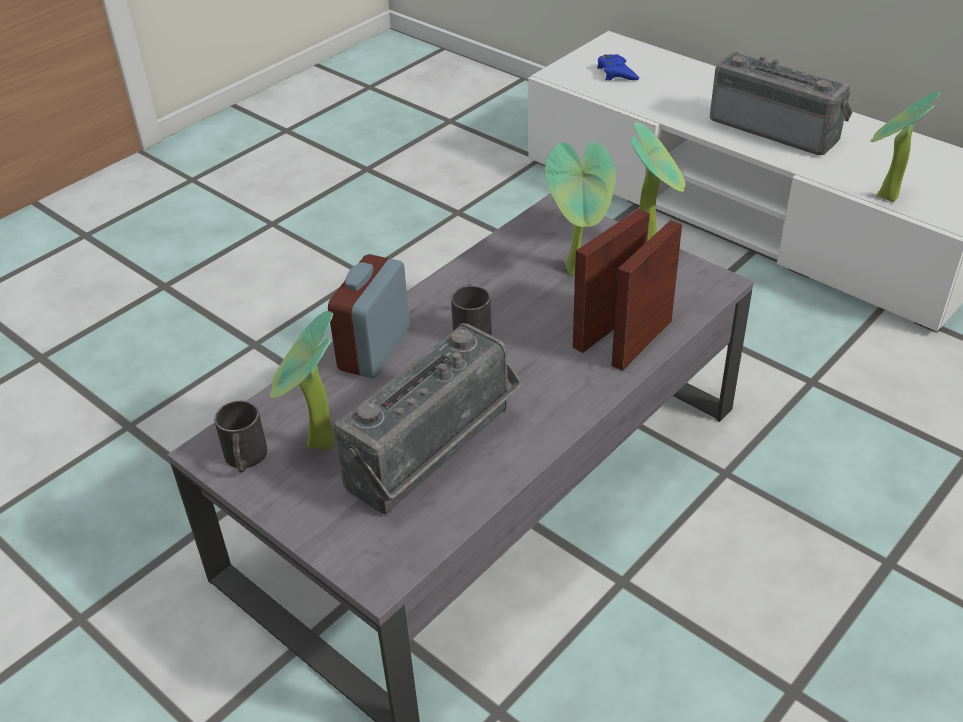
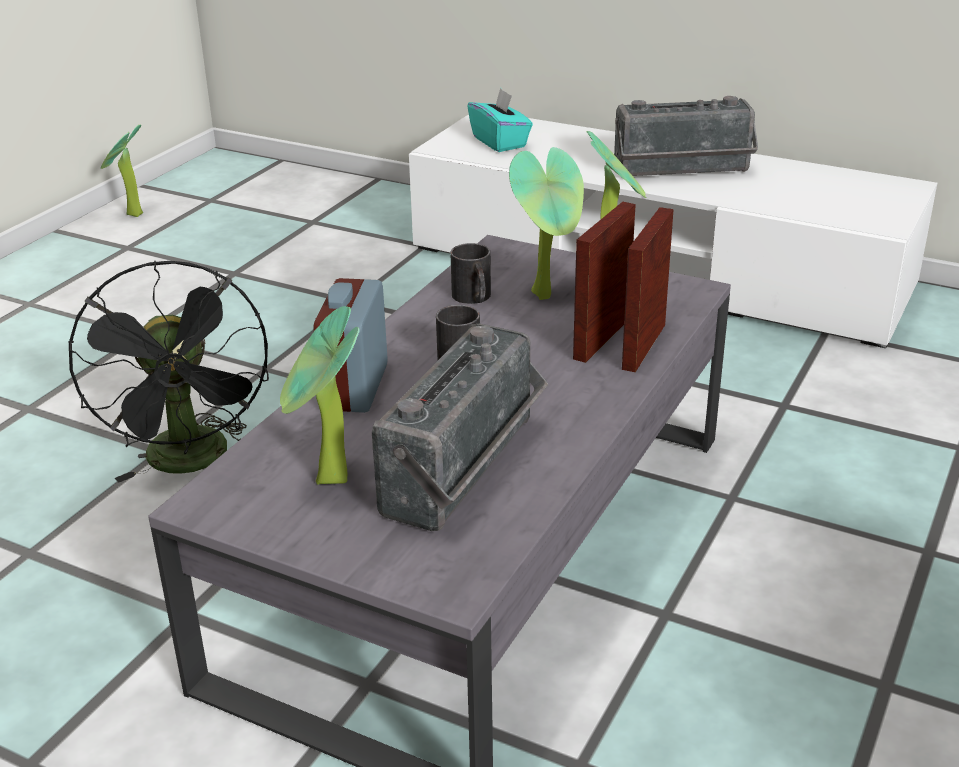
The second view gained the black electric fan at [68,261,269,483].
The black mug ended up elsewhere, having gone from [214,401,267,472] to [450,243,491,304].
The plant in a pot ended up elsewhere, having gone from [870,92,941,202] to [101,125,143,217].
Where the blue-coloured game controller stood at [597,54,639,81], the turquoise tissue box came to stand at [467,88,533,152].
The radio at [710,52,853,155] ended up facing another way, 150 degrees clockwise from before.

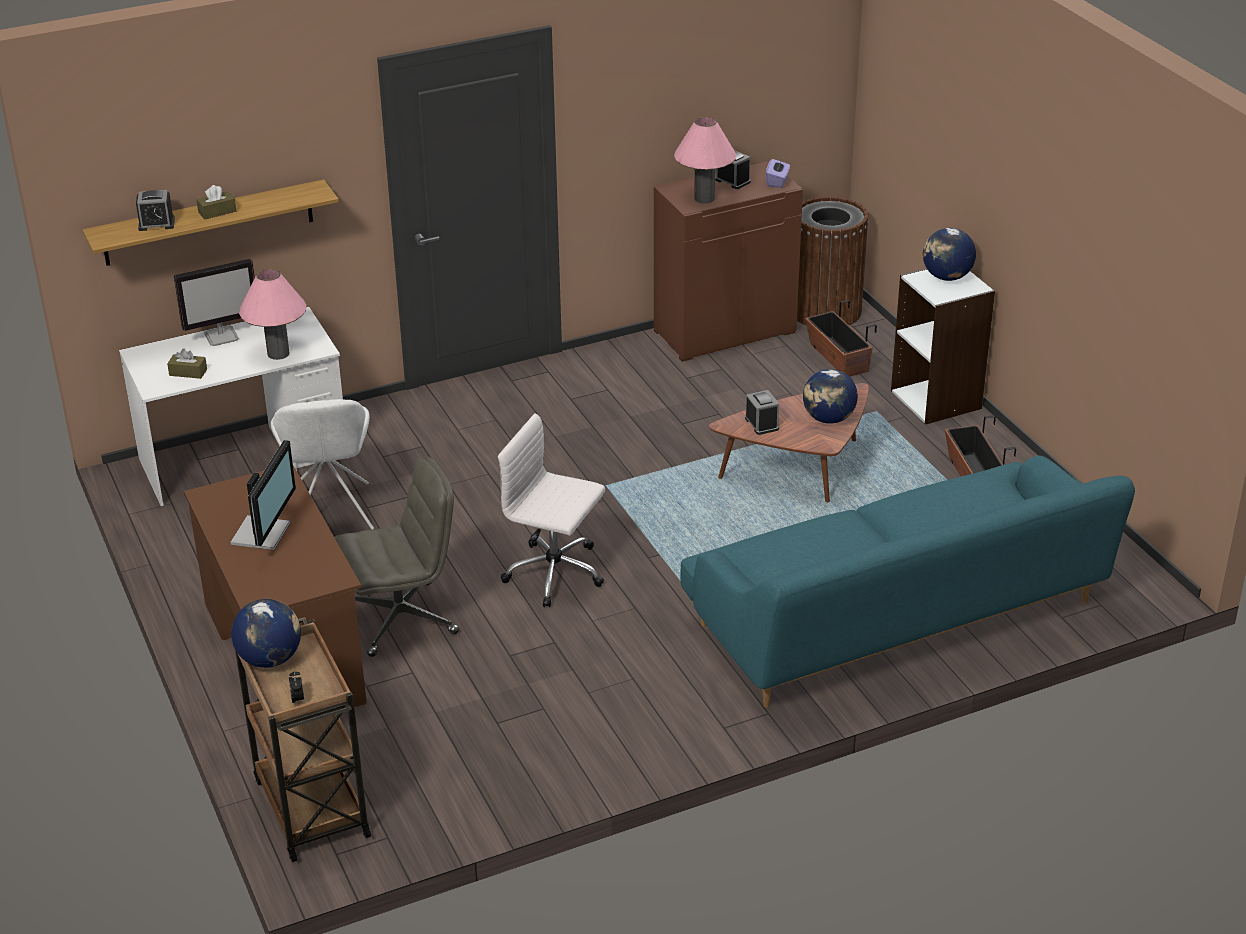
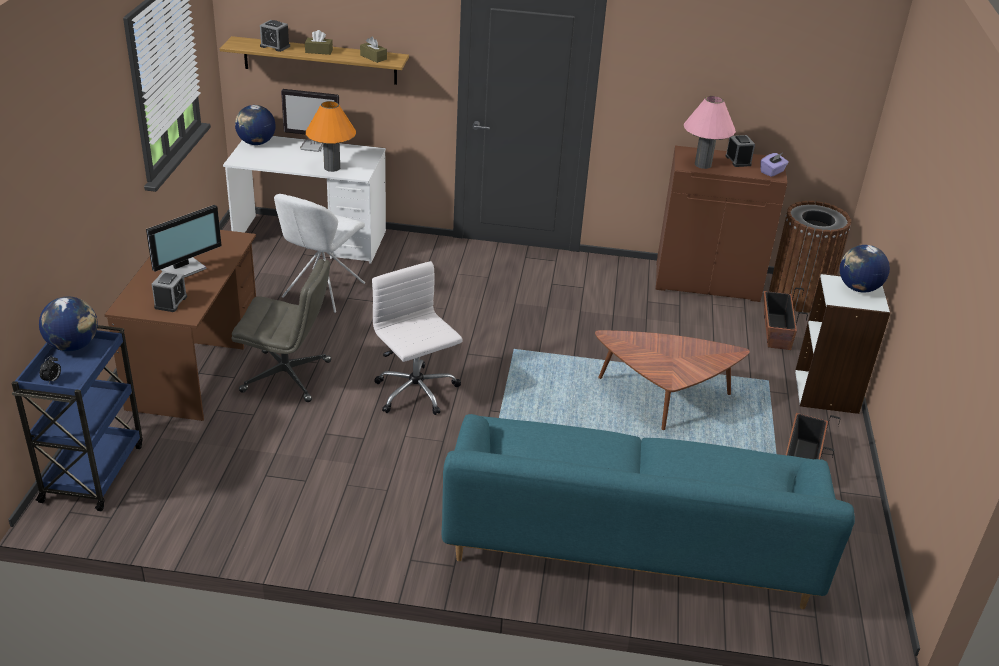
The brown tissue box ended up elsewhere, having gone from [167,349,207,379] to [360,37,387,63].
The alarm clock ended up elsewhere, having gone from [745,390,779,435] to [152,271,187,312].
The desk globe ended up elsewhere, having gone from [803,369,858,424] to [235,105,276,145].
What was the brown cart at [235,617,371,862] turned into the blue-coloured cart at [11,325,143,511].
What was the pink lamp for a table at [239,269,306,360] turned into the orange-coloured lamp for a table at [306,101,356,172].

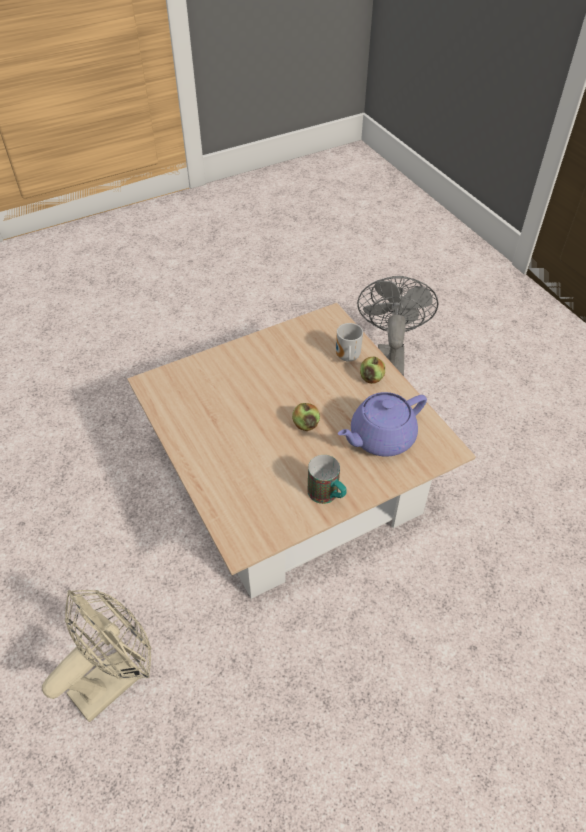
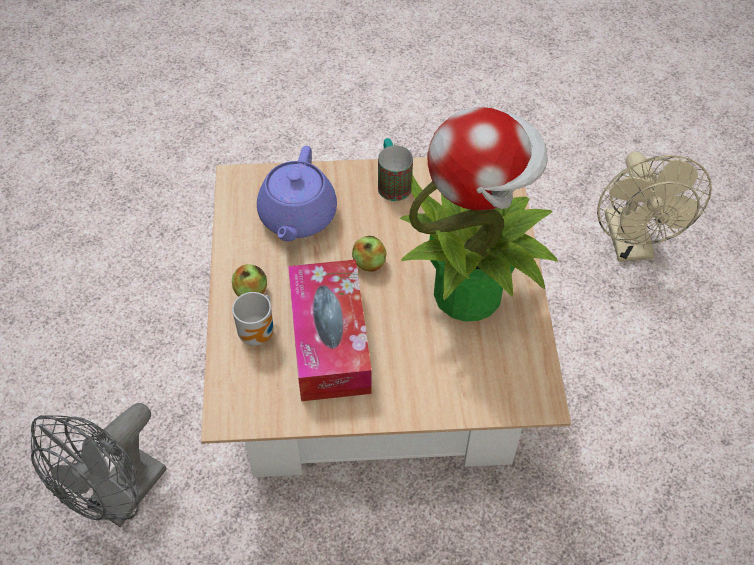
The second view gained the tissue box at [288,259,372,401].
The second view gained the plant in a pot at [400,107,558,322].
The beige-coloured electric fan at [42,590,151,722] ended up facing another way, 75 degrees counterclockwise from before.
The purple pot for tea at [338,392,427,456] ended up facing another way, 105 degrees clockwise from before.

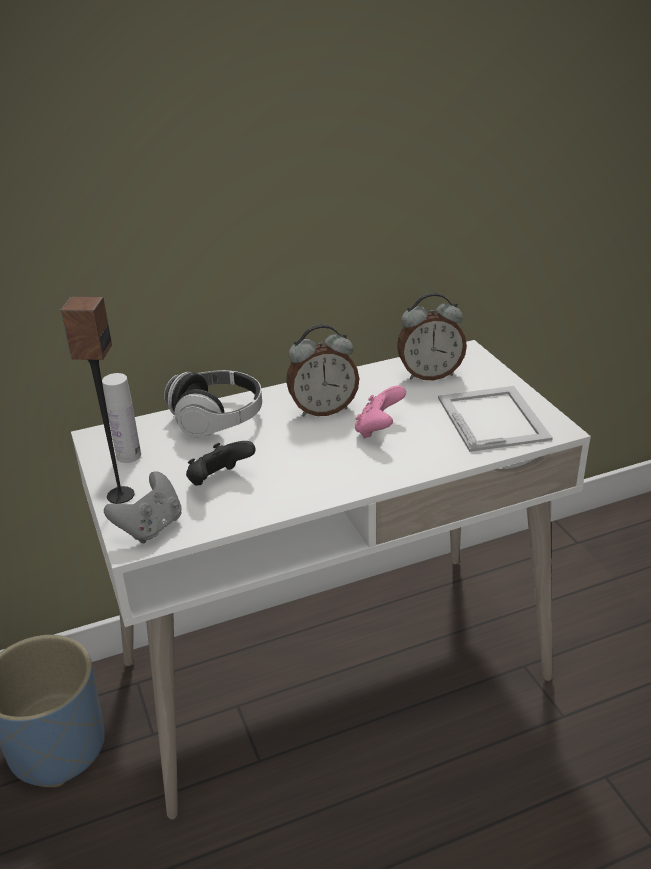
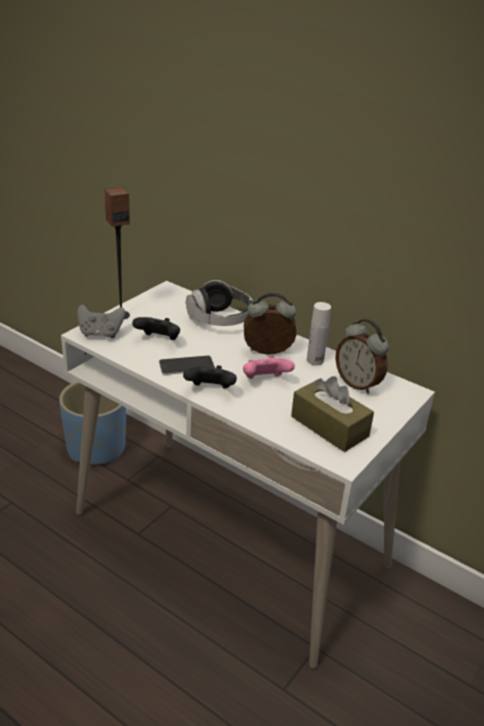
The second view gained the phone at [159,356,215,375].
The second view gained the black game controller at [183,365,237,389].
The white-coloured beverage bottle ended up elsewhere, having gone from [102,373,141,463] to [307,302,331,365].
Where the picture frame stood at [438,386,553,452], the brown tissue box came to stand at [291,376,374,452].
The alarm clock at [286,324,359,416] ended up facing another way, 135 degrees clockwise from before.

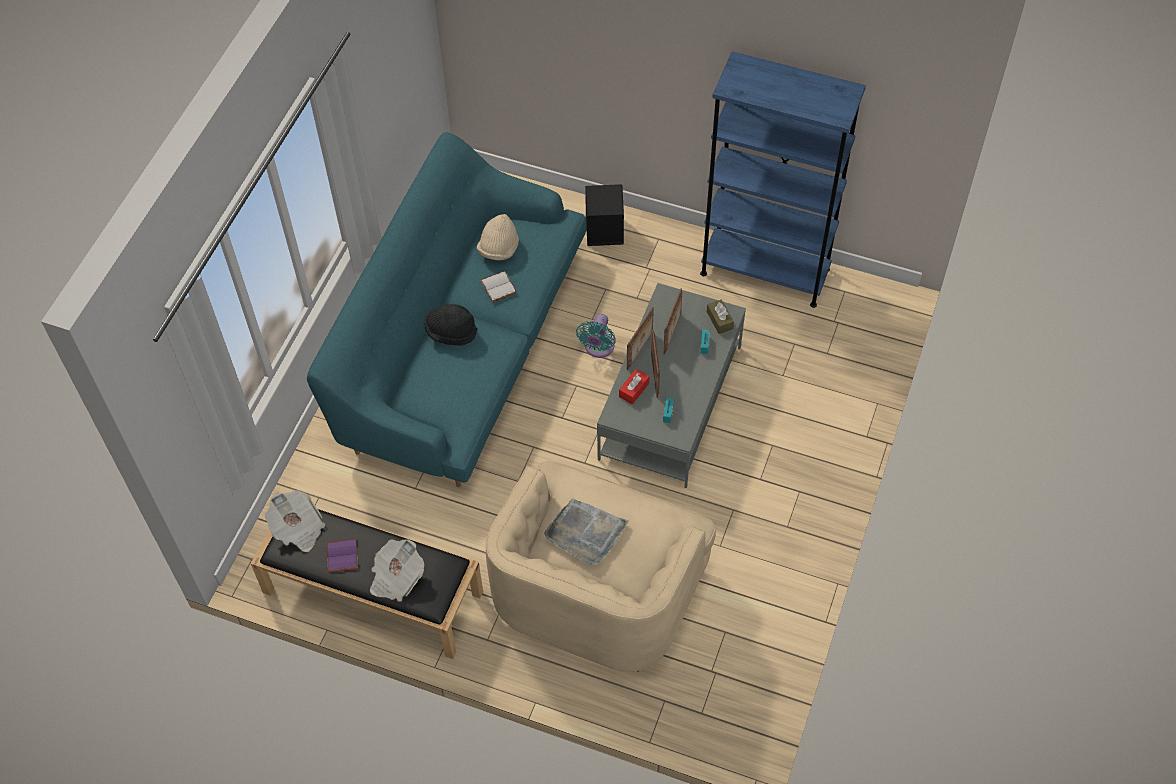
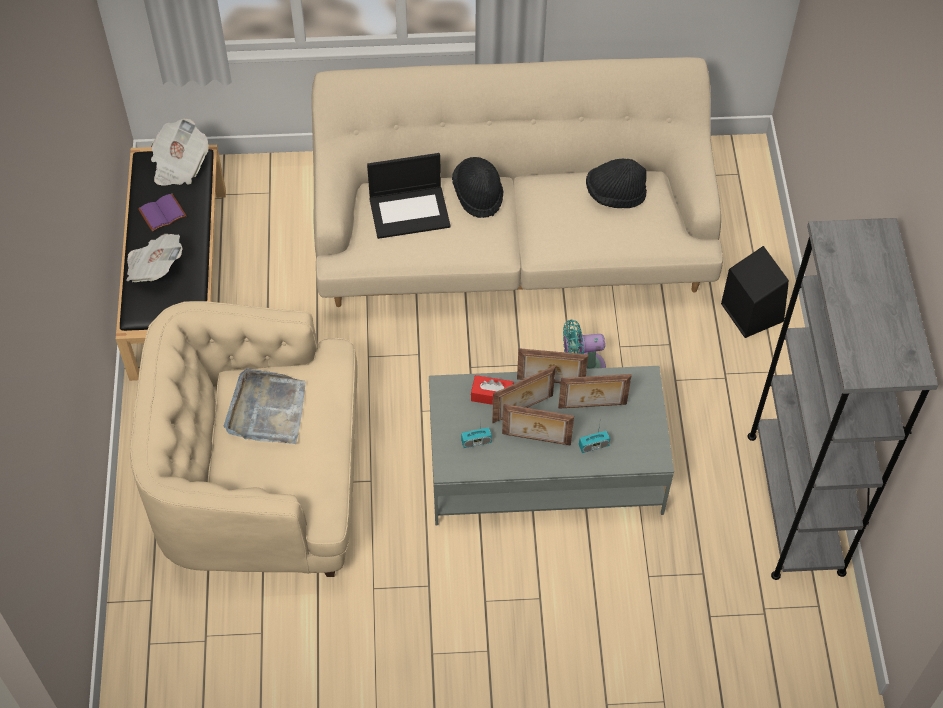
The second view lost the white-coloured volume at [480,271,517,303].
The second view lost the brown tissue box at [707,300,734,334].
The second view gained the laptop at [367,153,451,239].
The second view gained the picture frame at [502,404,574,446].
What was the turquoise couch at [307,132,586,487] turned into the beige-coloured couch at [311,57,723,307].
What was the beige-coloured hat at [477,214,519,260] turned into the black hat at [586,159,647,208].
What was the blue-coloured bookcase at [700,51,866,308] turned into the grey bookcase at [748,218,938,580].

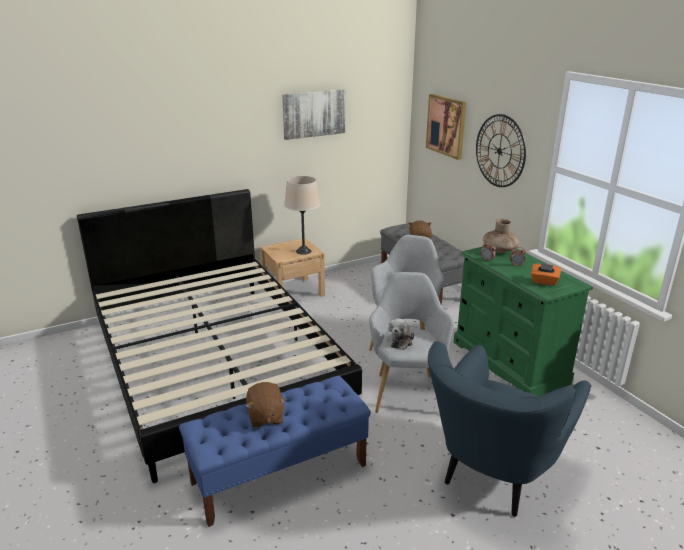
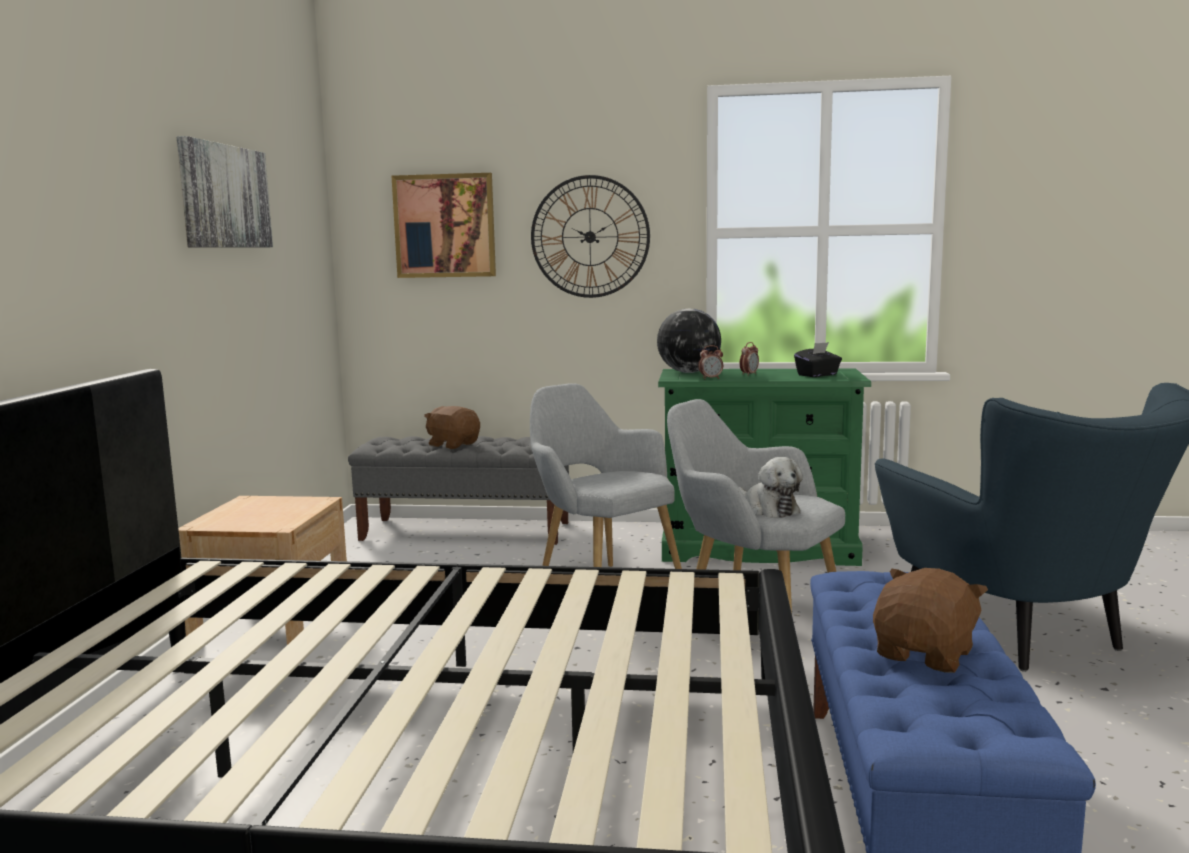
The second view lost the beige-coloured lamp for a table at [284,176,320,255].
Where the brown vase stood at [483,218,520,253], the desk globe came to stand at [657,308,721,373].
What was the orange-coloured tissue box at [531,263,561,286] turned into the black tissue box at [794,342,842,377].
The brown plush toy at [246,382,286,428] ended up facing another way, 75 degrees counterclockwise from before.

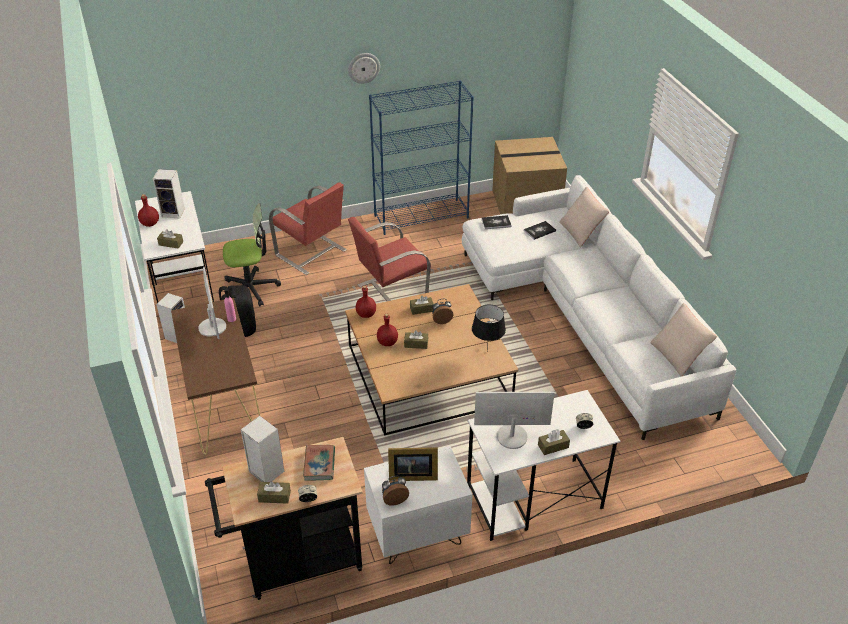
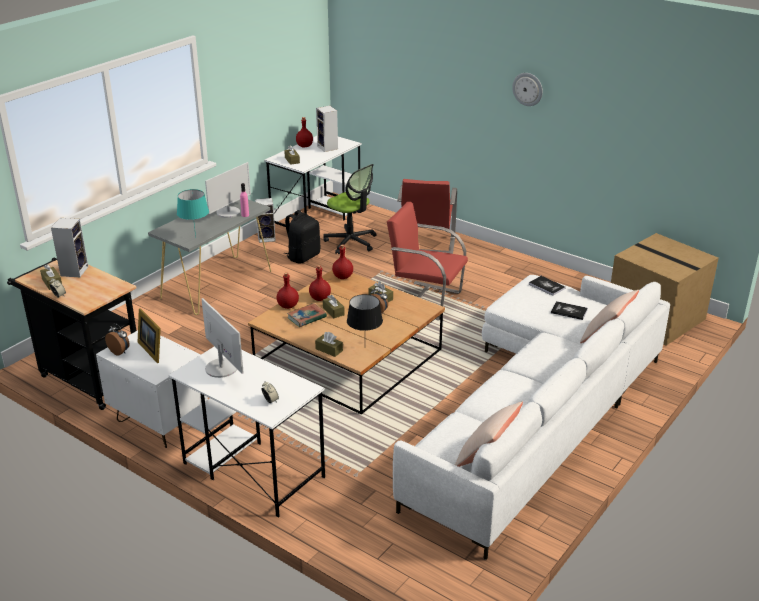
The second view lost the blue-coloured bookcase at [369,80,474,235].
The second view gained the turquoise lamp for a table at [177,189,209,237].
The second view gained the red-coloured beverage bottle at [277,273,299,309].
The volume ended up elsewhere, having gone from [303,445,335,481] to [287,303,327,327].
The brown tissue box ended up elsewhere, having gone from [538,429,570,455] to [315,332,343,357].
What was the brown hall table at [171,298,260,455] turned into the grey hall table at [148,200,271,315].

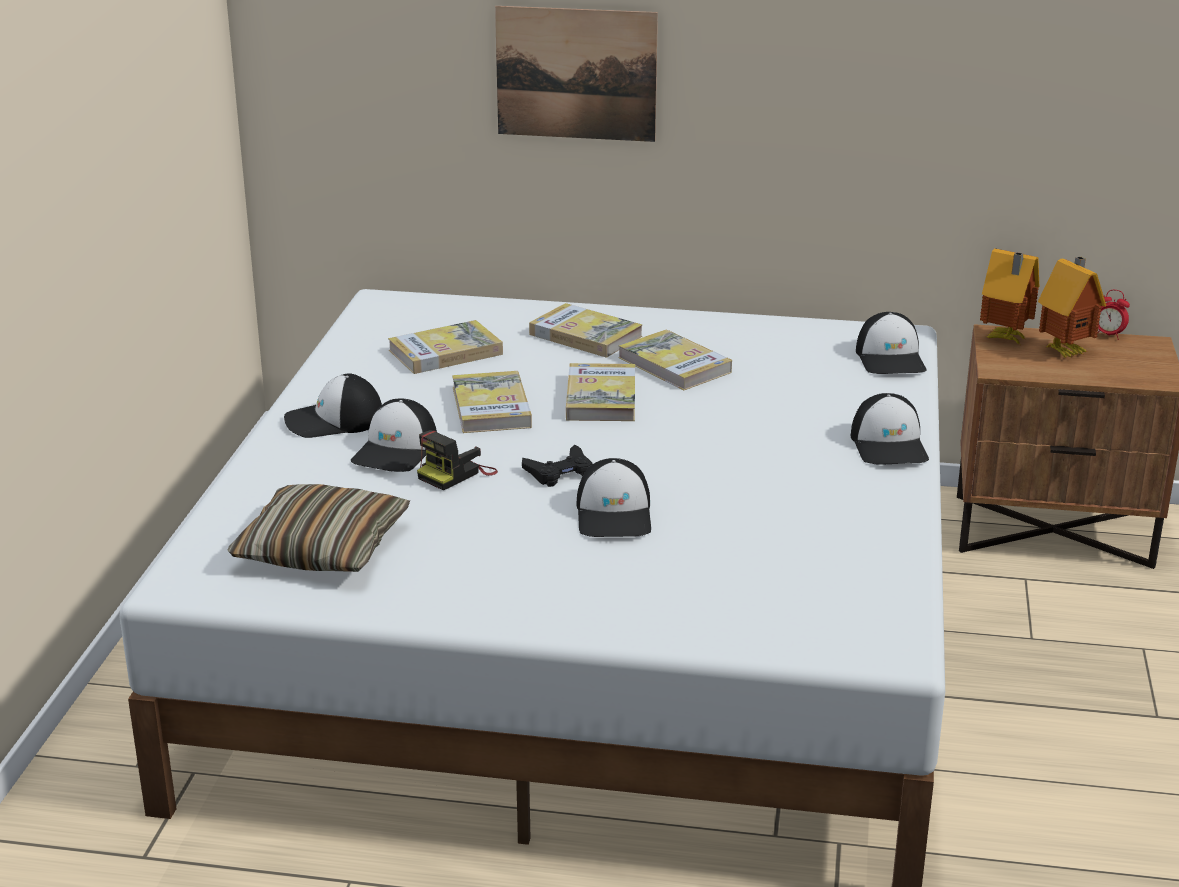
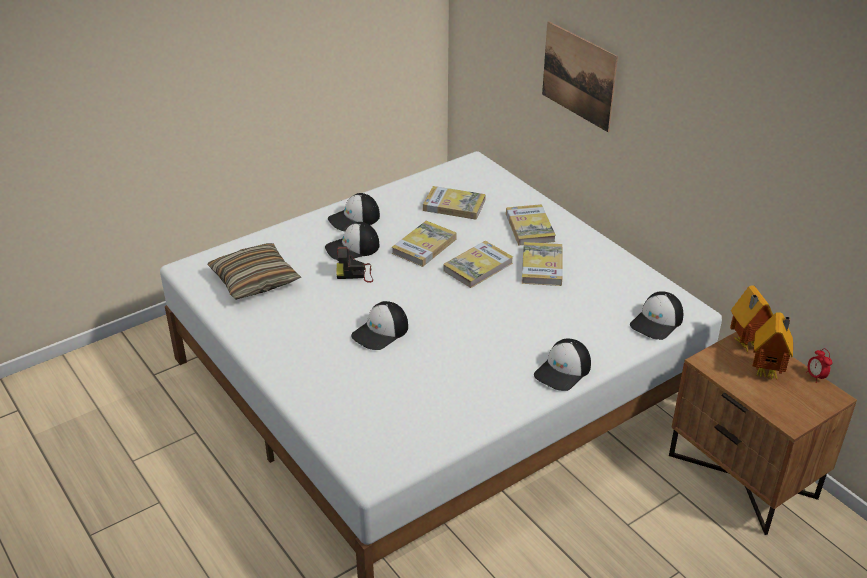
The second view lost the black game controller at [522,445,592,487].
The cap at [284,374,382,438] ended up facing another way, 60 degrees counterclockwise from before.

